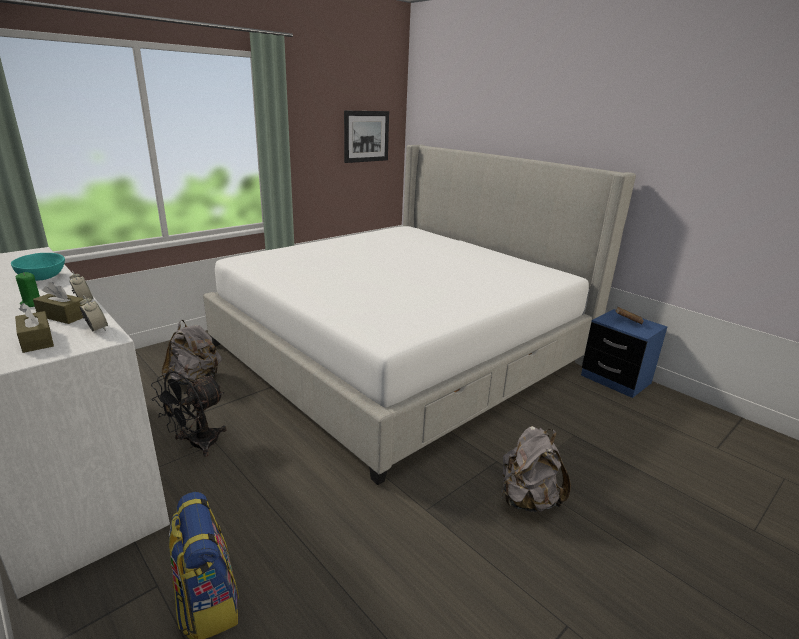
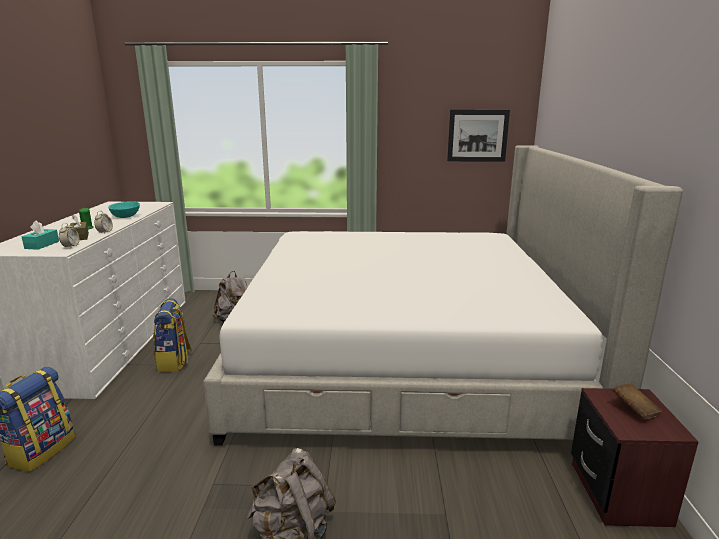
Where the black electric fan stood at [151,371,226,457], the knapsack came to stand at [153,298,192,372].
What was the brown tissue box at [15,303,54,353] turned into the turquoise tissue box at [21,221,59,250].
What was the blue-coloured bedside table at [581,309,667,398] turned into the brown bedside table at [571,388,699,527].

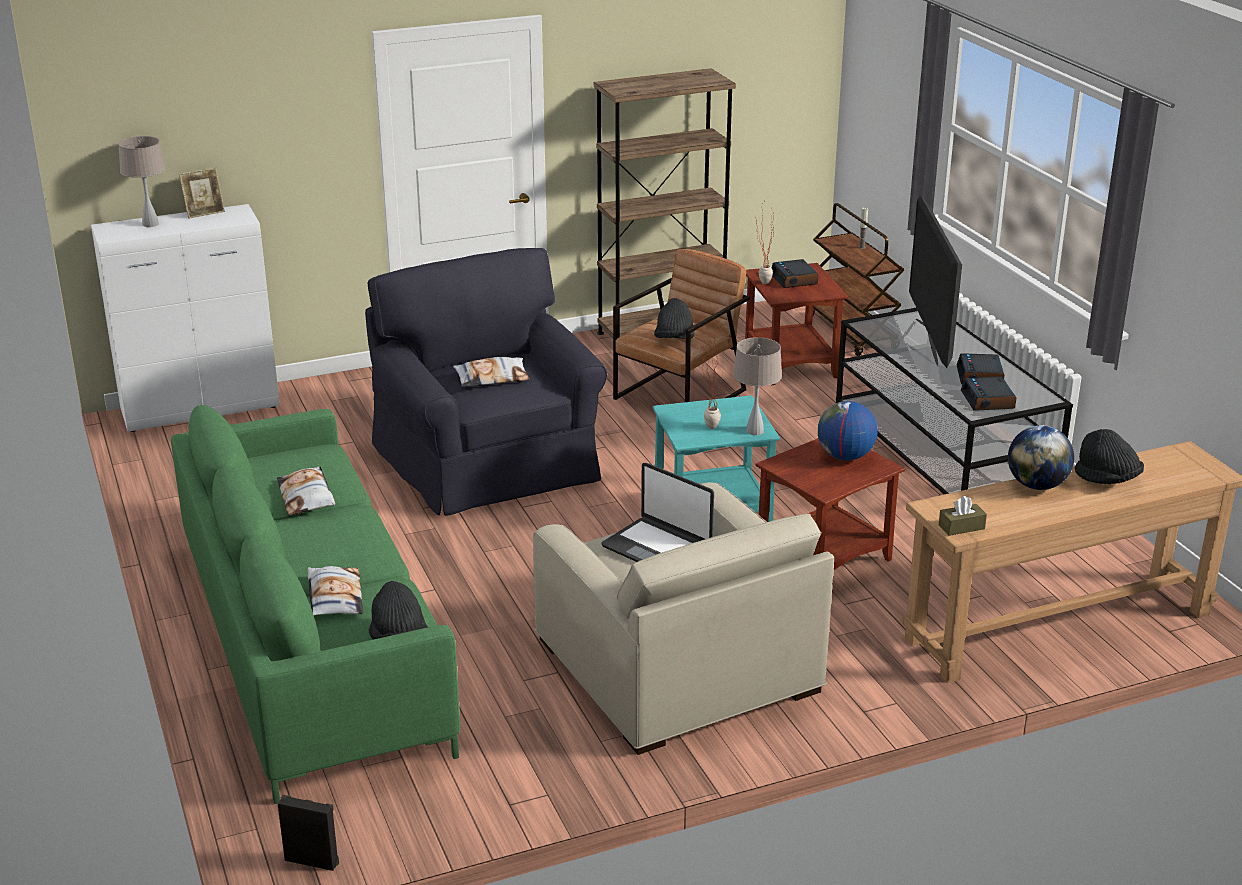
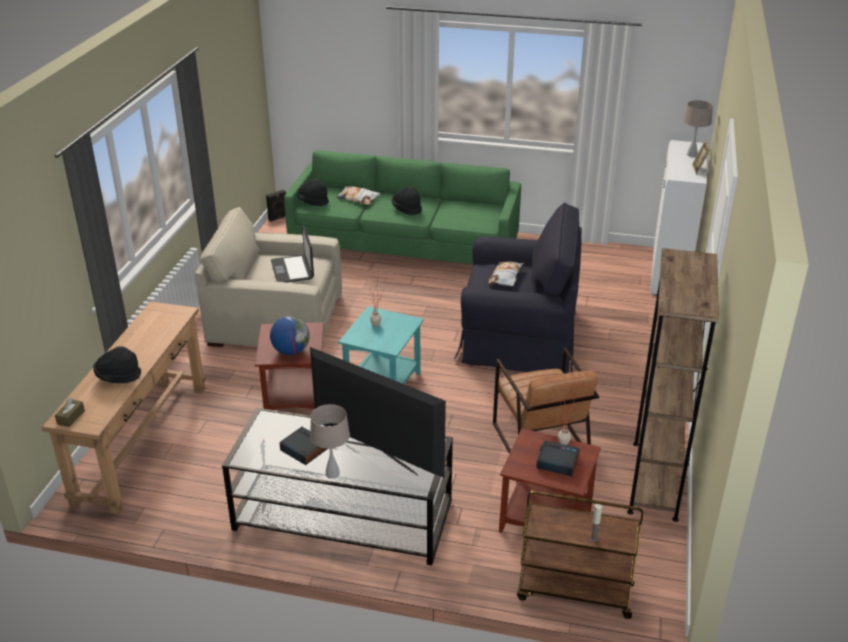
The second view lost the cushion at [277,466,335,515].
The second view lost the alarm clock at [961,376,1016,411].
The second view lost the desk globe at [1008,425,1074,490].
The black hat ended up elsewhere, having gone from [654,298,694,339] to [392,187,422,215].
The beige-coloured lamp for a table ended up elsewhere, having gone from [733,337,782,435] to [310,404,350,479].
The brown tissue box ended up elsewhere, having gone from [939,496,987,536] to [55,398,85,427].
The laptop at [601,463,714,562] ended up facing another way, 90 degrees counterclockwise from before.

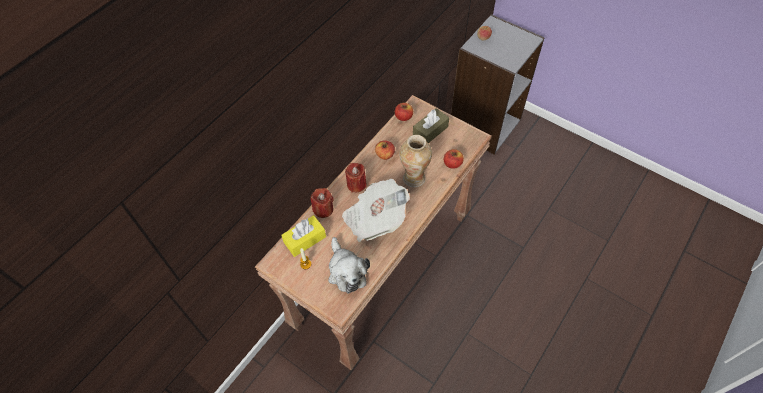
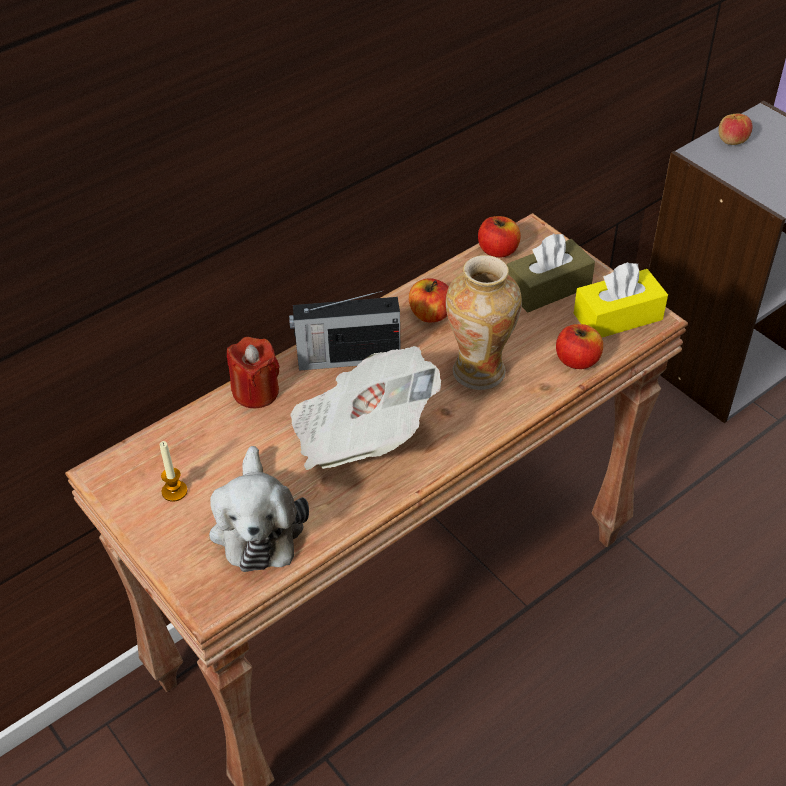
The yellowish tissue box ended up elsewhere, having gone from [281,215,326,257] to [574,262,668,338].
Where the red-coloured wax light stood at [345,163,367,192], the radio came to stand at [289,290,400,371].

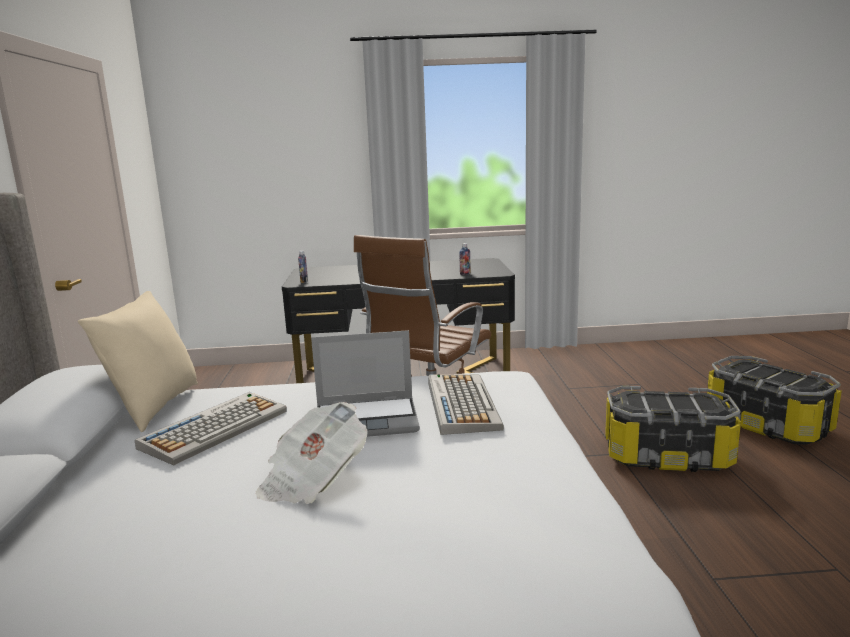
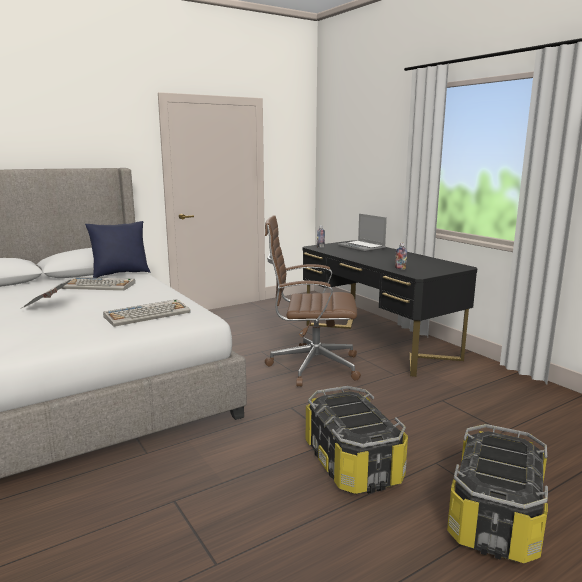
The laptop ended up elsewhere, having gone from [311,330,420,437] to [338,214,387,252].
What was the beige-coloured cushion at [78,291,198,432] turned into the blue-coloured cushion at [85,221,150,278].

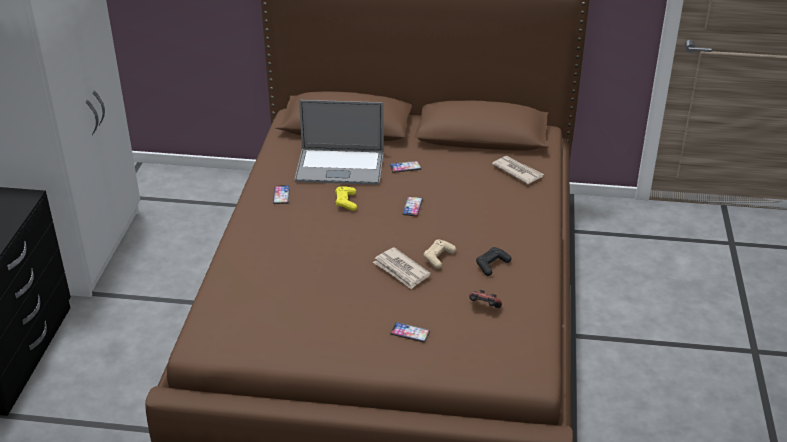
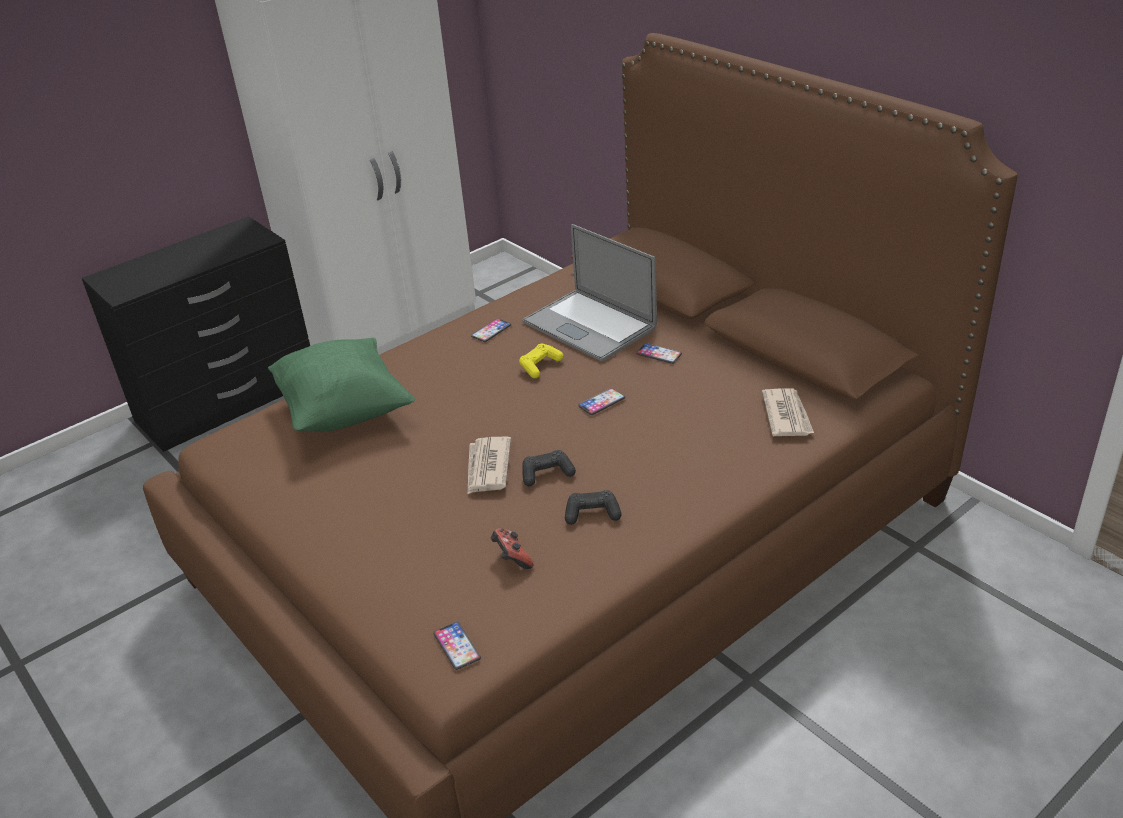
The second view gained the green-coloured cushion at [268,338,415,432].
The phone ended up elsewhere, having gone from [390,322,430,342] to [433,622,481,670].
What was the beige-coloured game controller at [423,239,456,269] turned into the black game controller at [522,450,576,486].

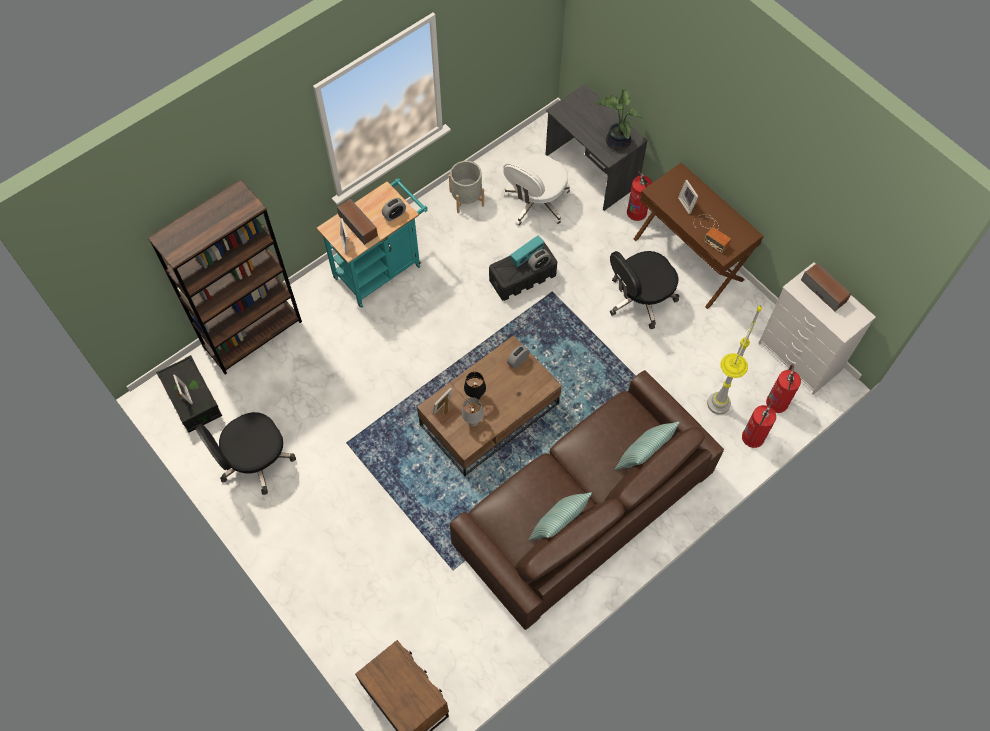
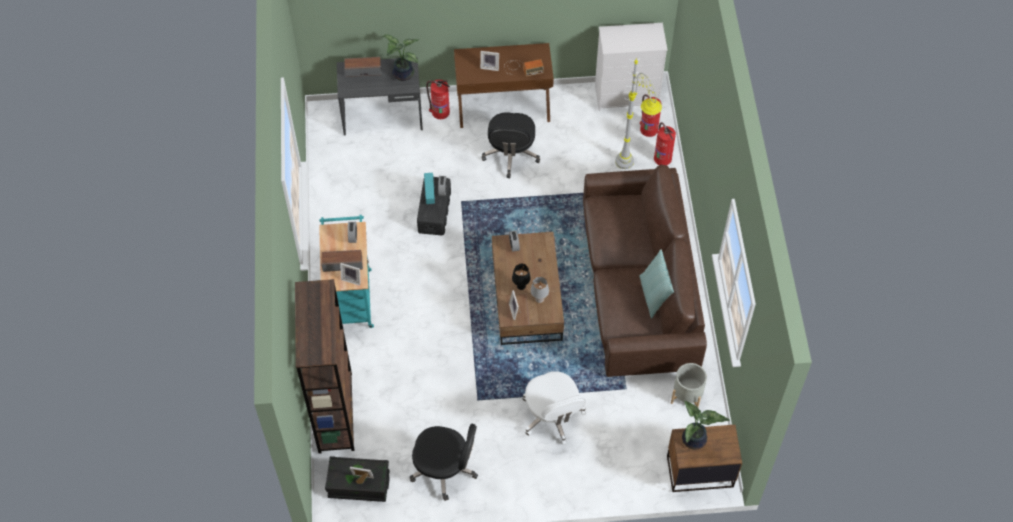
The second view lost the cushion at [615,422,680,470].
The second view gained the plant in a pot at [682,401,730,450].
The grey planter ended up elsewhere, having gone from [449,161,484,213] to [671,363,707,407].
The white-coloured desk chair ended up elsewhere, having gone from [503,154,570,226] to [522,371,586,445].
The audio speaker ended up elsewhere, having gone from [801,263,851,312] to [344,57,382,77].
The black desk chair at [196,412,296,495] ended up facing another way, 75 degrees counterclockwise from before.

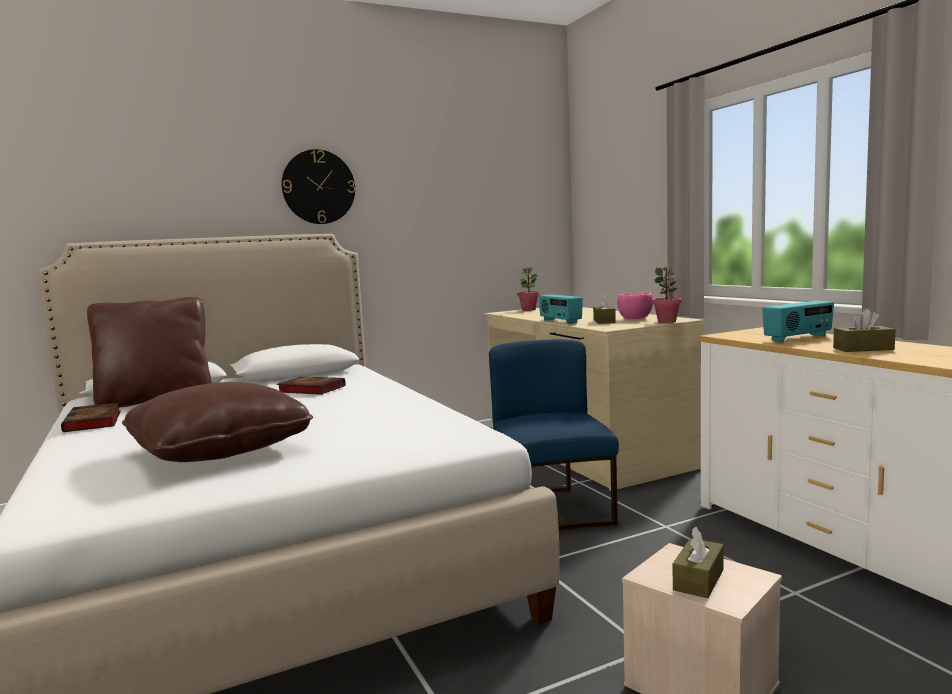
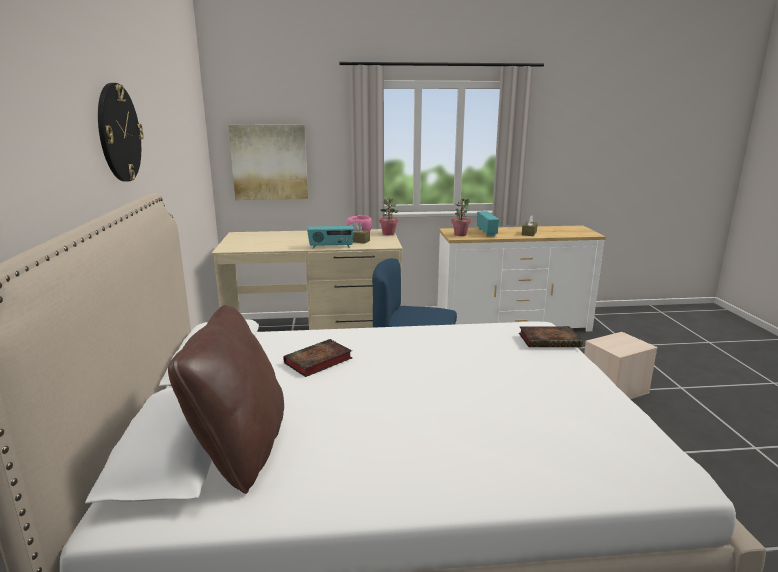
The second view lost the brown cushion at [122,382,313,462].
The second view lost the brown tissue box at [673,527,724,598].
The second view gained the wall picture at [228,124,308,200].
The volume ended up elsewhere, having gone from [61,402,121,432] to [519,326,583,347].
The plant in a pot ended up elsewhere, having gone from [517,267,540,311] to [452,198,471,236].

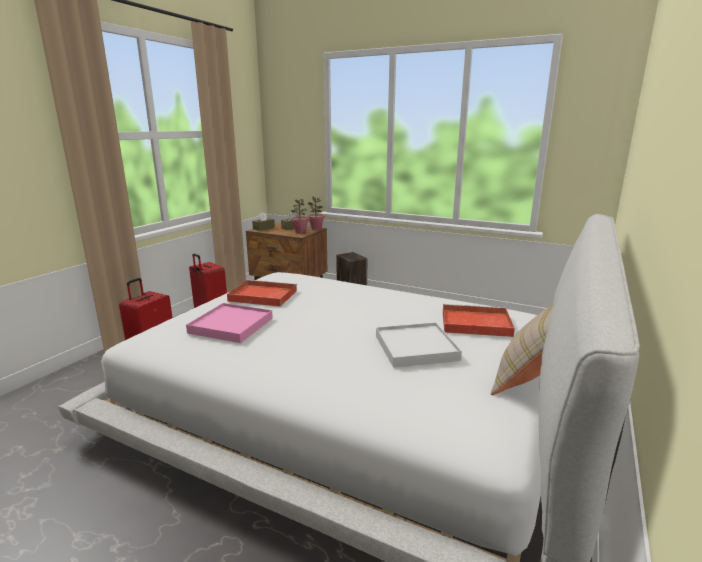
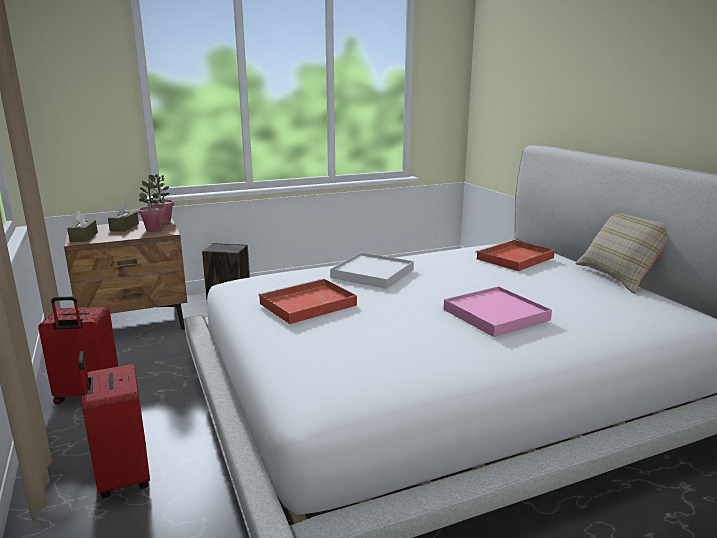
The pink tray ended up elsewhere, having gone from [186,303,273,343] to [443,286,552,337].
The white-coloured tray ended up elsewhere, having gone from [376,322,462,368] to [330,252,414,289].

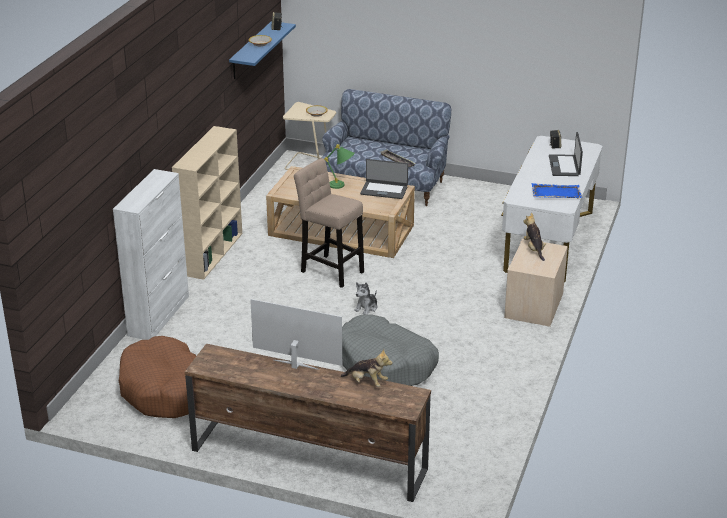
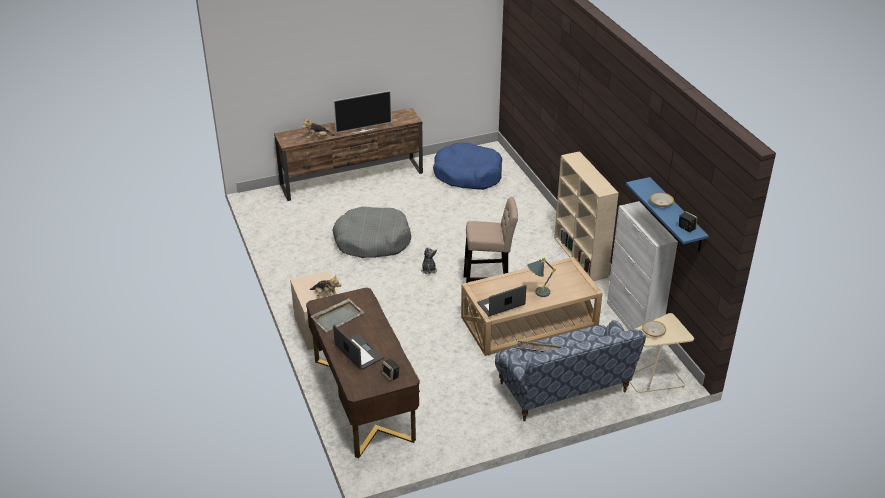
The white-coloured cabinet ended up elsewhere, having gone from [113,169,189,340] to [607,201,678,330].
What was the brown dog cushion at [119,336,196,418] turned into the blue-coloured dog cushion at [433,142,502,190].
What was the green-coloured lamp for a table at [324,144,355,189] turned into the grey lamp for a table at [527,258,556,297].
What was the white-coloured desk unit at [501,136,603,282] turned into the brown desk unit at [306,288,420,458].
What was the blue-coloured tray at [532,183,582,198] turned into the grey tray at [311,298,365,332].

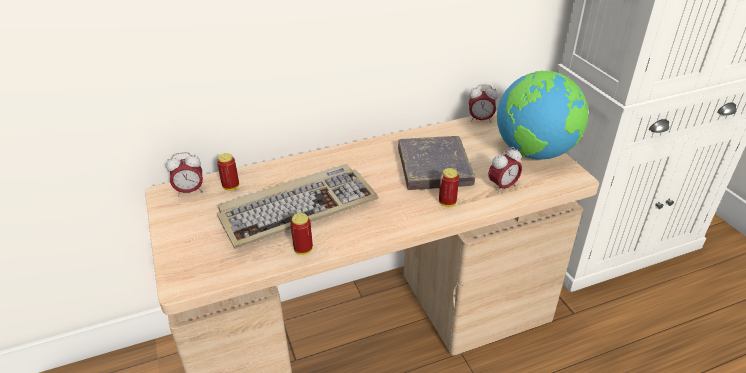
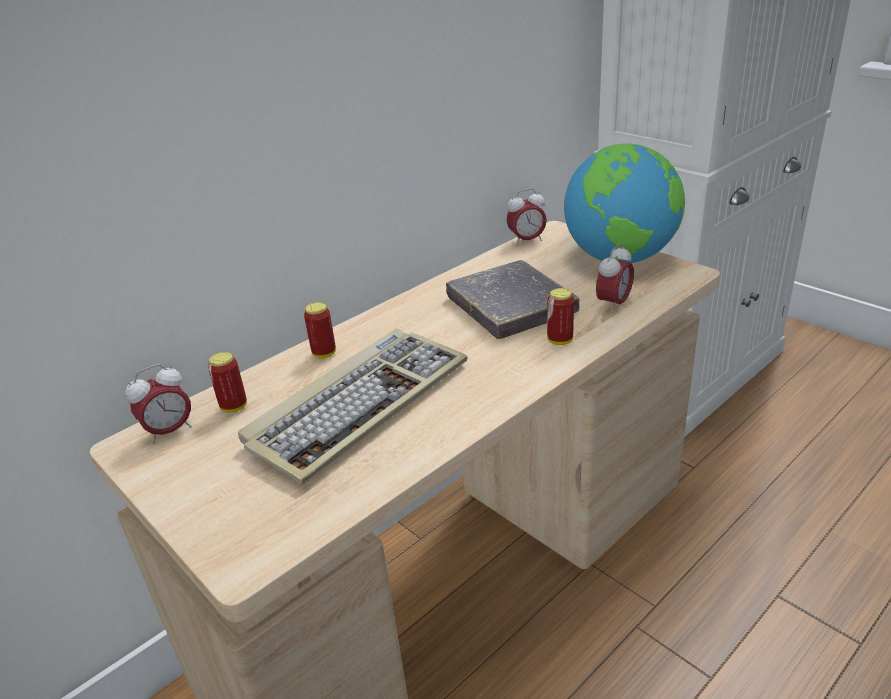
The metal can ended up elsewhere, having gone from [290,213,313,255] to [304,302,336,358].

